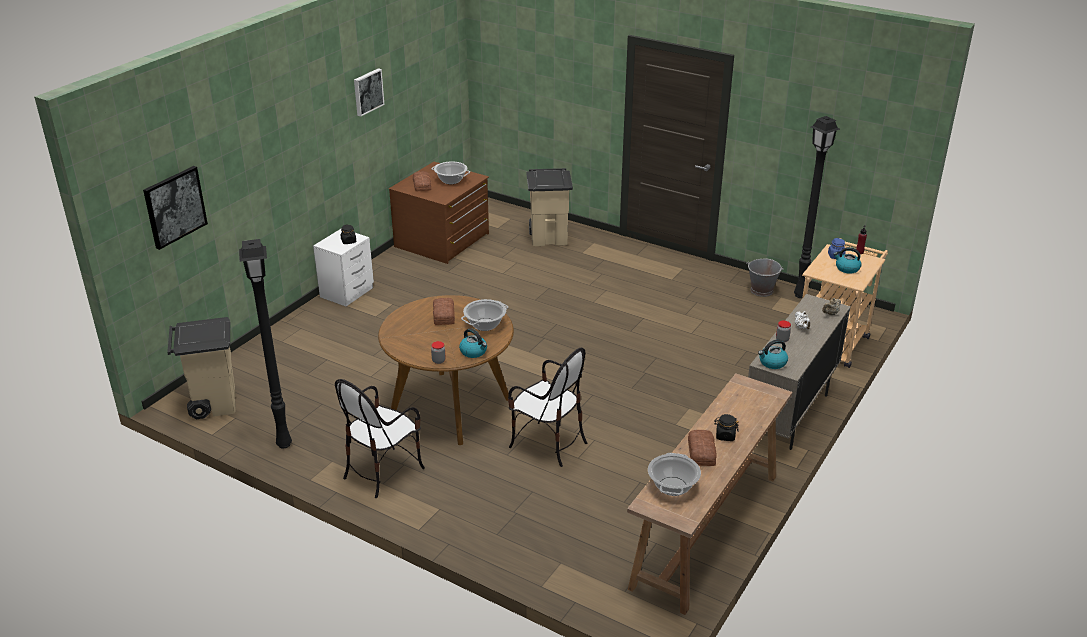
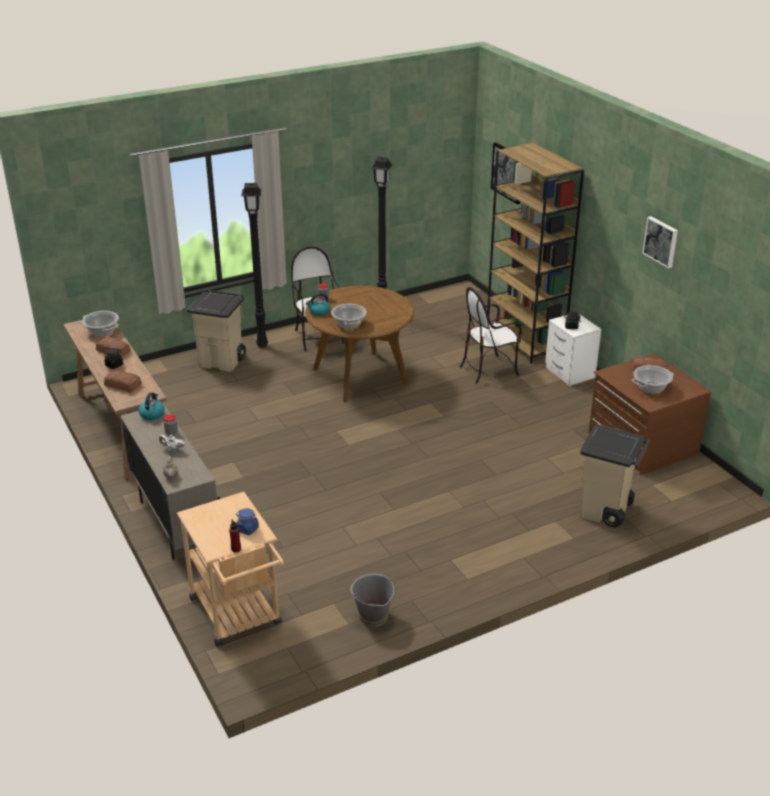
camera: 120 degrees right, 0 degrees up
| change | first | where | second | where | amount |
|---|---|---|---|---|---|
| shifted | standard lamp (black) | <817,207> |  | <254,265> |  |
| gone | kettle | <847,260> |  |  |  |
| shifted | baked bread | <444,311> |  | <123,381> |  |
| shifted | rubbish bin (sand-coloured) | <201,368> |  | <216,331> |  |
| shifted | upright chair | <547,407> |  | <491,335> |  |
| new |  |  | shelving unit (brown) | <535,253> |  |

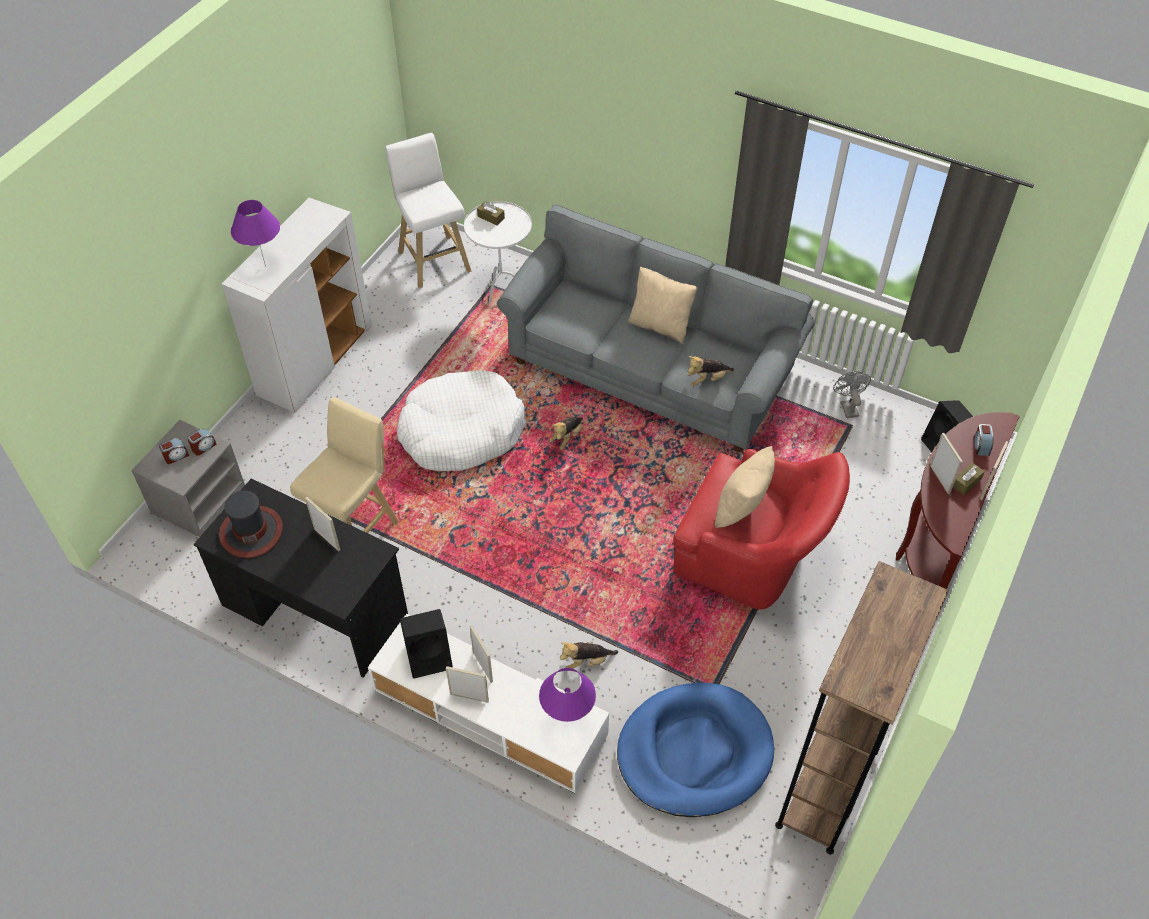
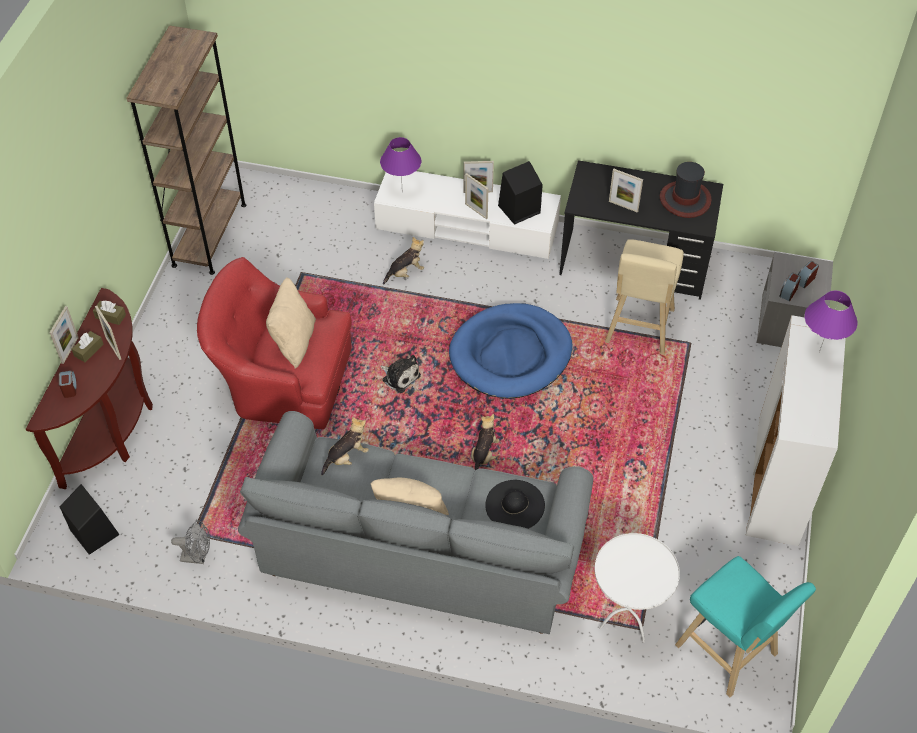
camera: 165 degrees right, 0 degrees up
| change | first | where | second | where | amount |
|---|---|---|---|---|---|
| repainted | stool seat (white-coloured) | <428,211> | stool seat (turquoise-coloured) | <745,626> |  |
| shifted | box of tissues (brown) | <491,213> |  | <109,312> |  |
| gone | pet bed (white-coloured) | <461,420> |  |  |  |
| rotated | cooling fan (greyish) | <852,394> |  | <190,542> | 60 degrees counterclockwise |
| shifted | pet bed (blue-coloured) | <695,750> |  | <511,351> |  |
| new |  |  | soft toy | <401,374> |  |
| new |  |  | wearable hat (black) | <515,504> |  |

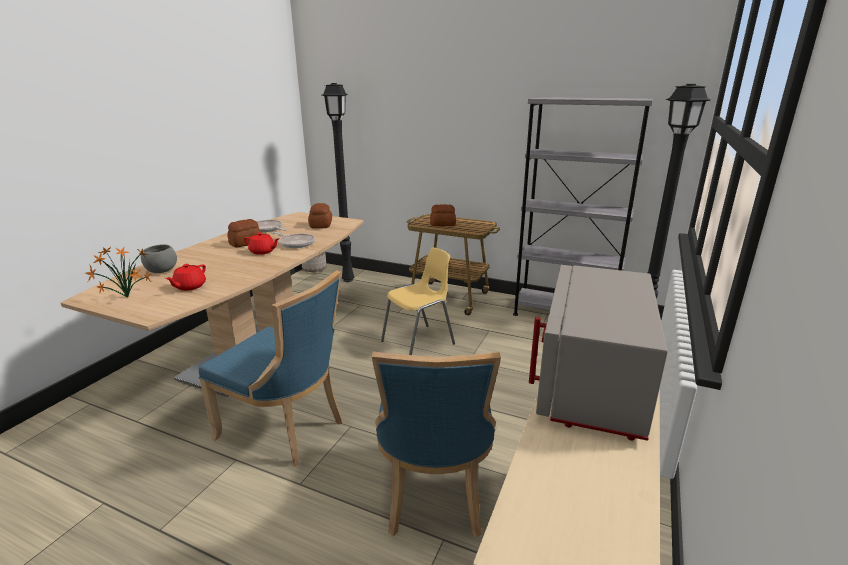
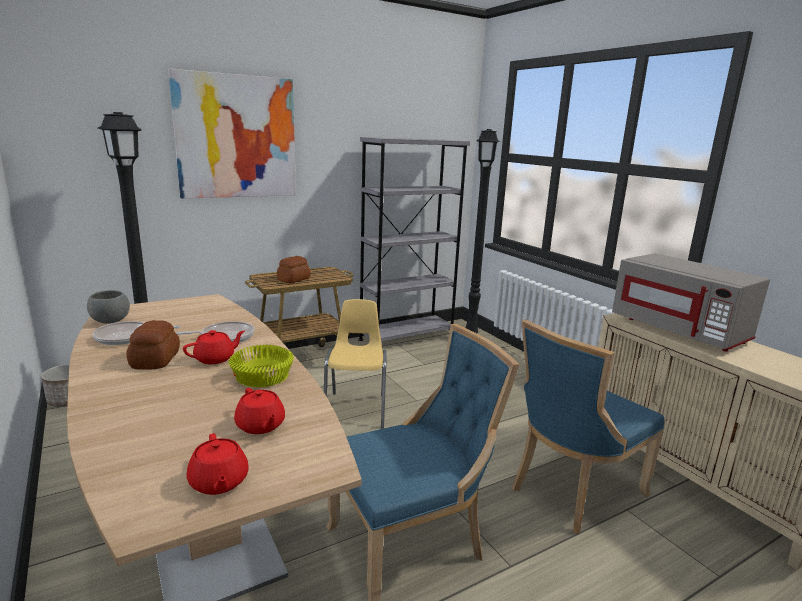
camera: 55 degrees left, 5 degrees down
| change | first | where | second | where | amount |
|---|---|---|---|---|---|
| gone | baked bread | <320,216> |  |  |  |
| shifted | serving bowl (greyish) | <159,258> |  | <108,307> |  |
| swapped | potted plant | <118,272> | pot for tea (reddish) | <218,464> |  |
| rotated | upright chair (blue-coloured) | <436,445> |  | <588,426> | 105 degrees clockwise |
| new |  |  | wall picture | <232,133> |  |
| new |  |  | serving bowl (yellowish) | <261,366> |  |

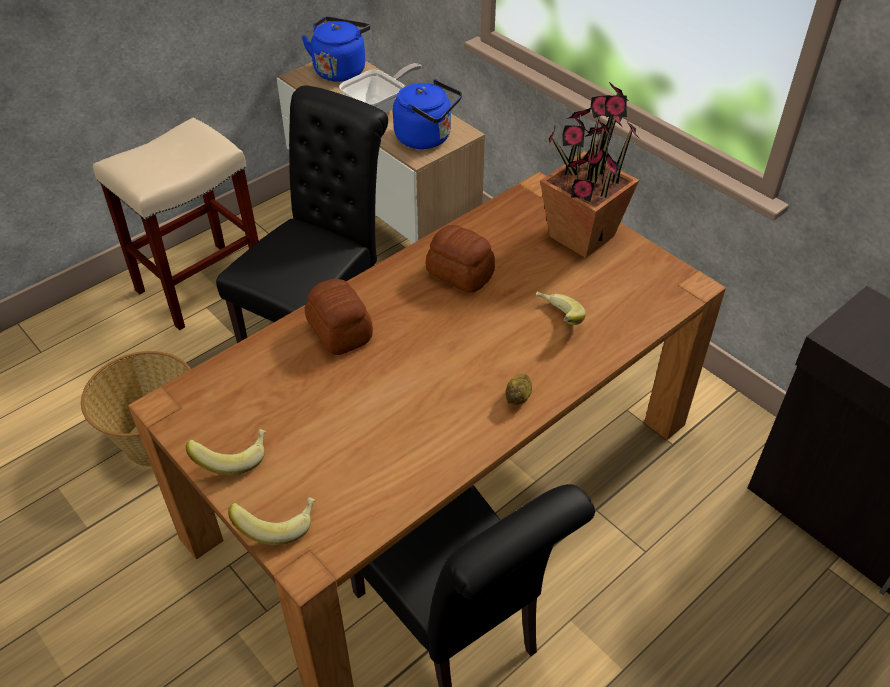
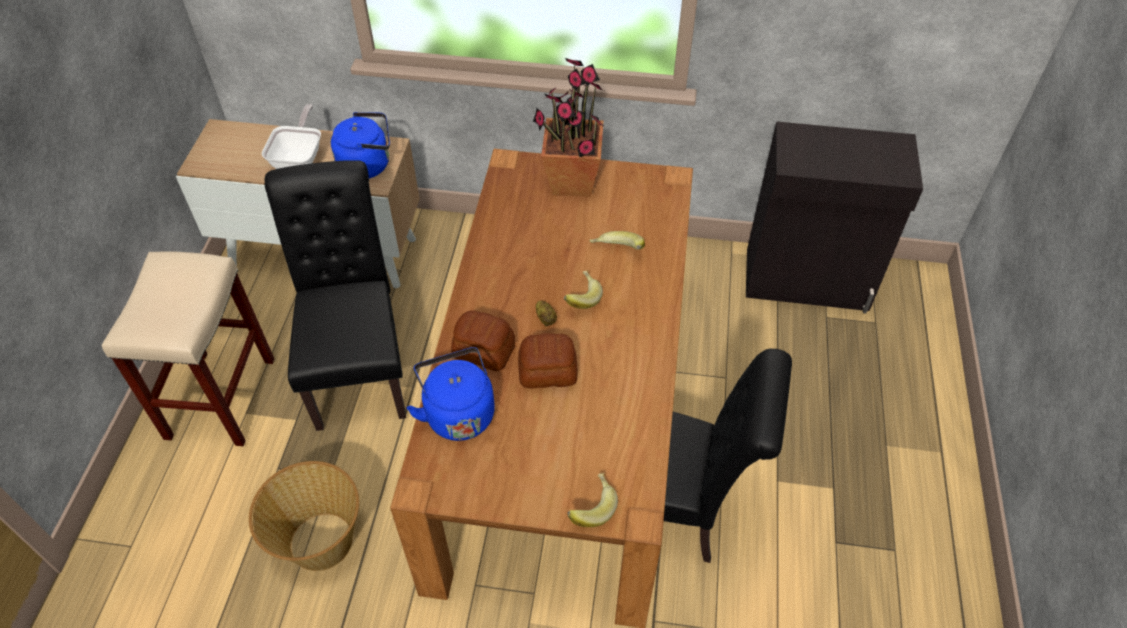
camera: 40 degrees left, 5 degrees up
| change | first | where | second | where | amount |
|---|---|---|---|---|---|
| shifted | kettle (blue-coloured) | <336,49> |  | <451,394> |  |
| shifted | baked bread | <460,259> |  | <547,360> |  |
| shifted | spud | <518,389> |  | <546,313> |  |
| shifted | banana fruit | <226,452> |  | <583,290> |  |

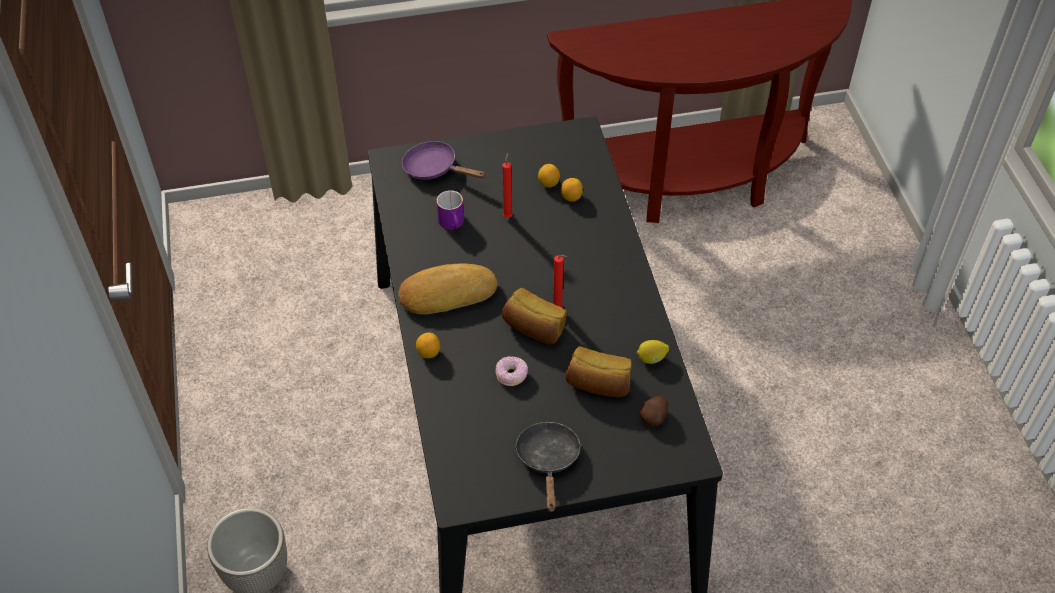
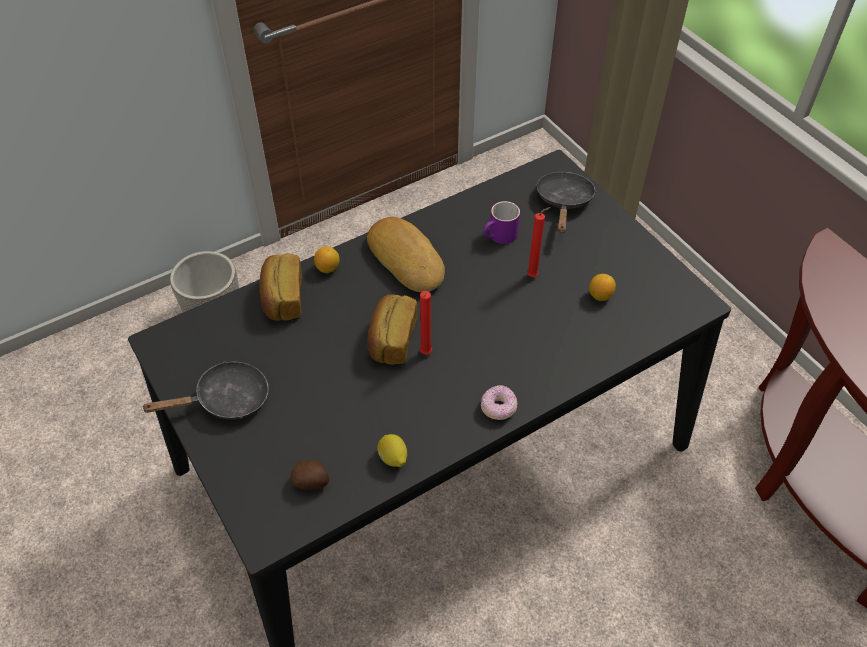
camera: 70 degrees right, 0 degrees up
| change | first | where | second | where | amount |
|---|---|---|---|---|---|
| repainted | pan (purplish) | <444,160> | pan (black) | <566,202> |  |
| gone | lemon | <572,190> |  |  |  |
| shifted | baked bread | <598,371> |  | <280,287> |  |
| shifted | doughnut | <511,371> |  | <499,402> |  |

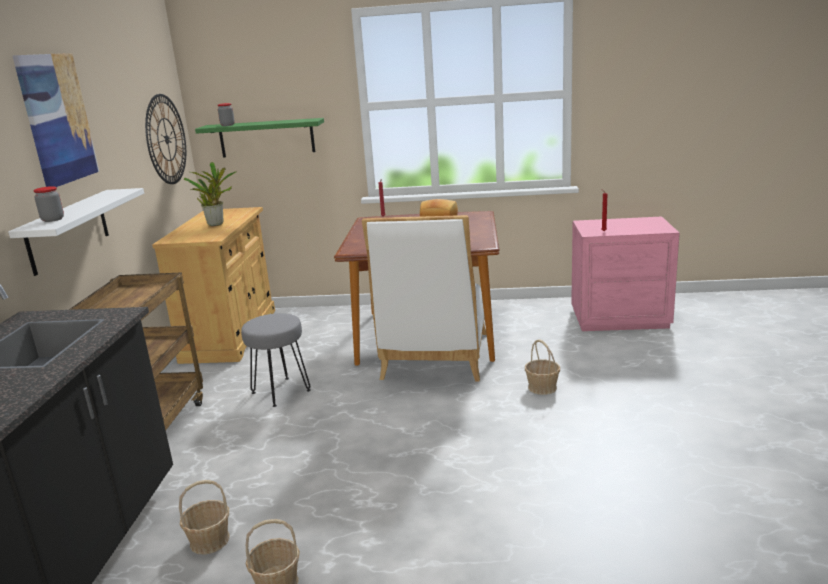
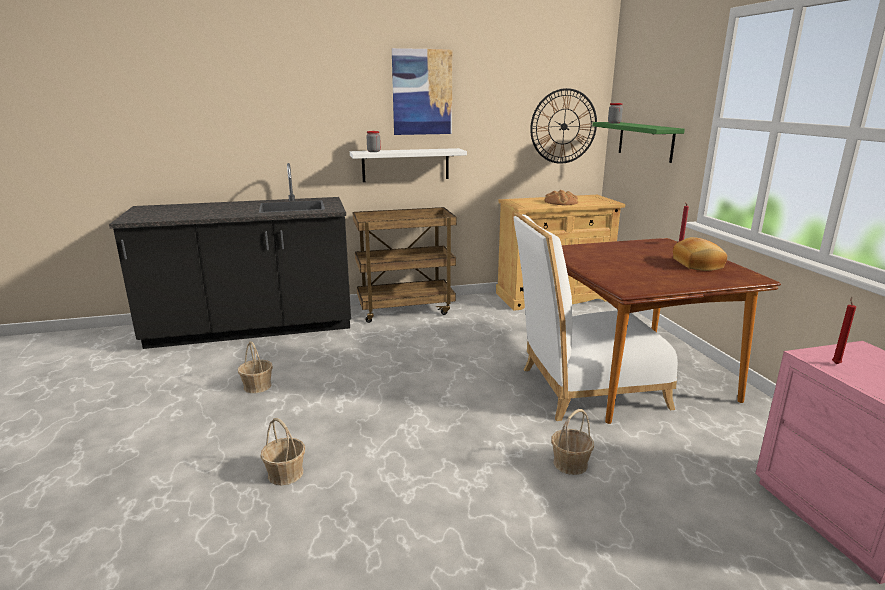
camera: 70 degrees right, 0 degrees up
| change | first | where | second | where | amount |
|---|---|---|---|---|---|
| swapped | potted plant | <210,194> | baked bread | <561,197> |  |
| gone | stool seat (greyish) | <276,360> |  |  |  |
| shifted | basket | <204,517> |  | <282,451> |  |

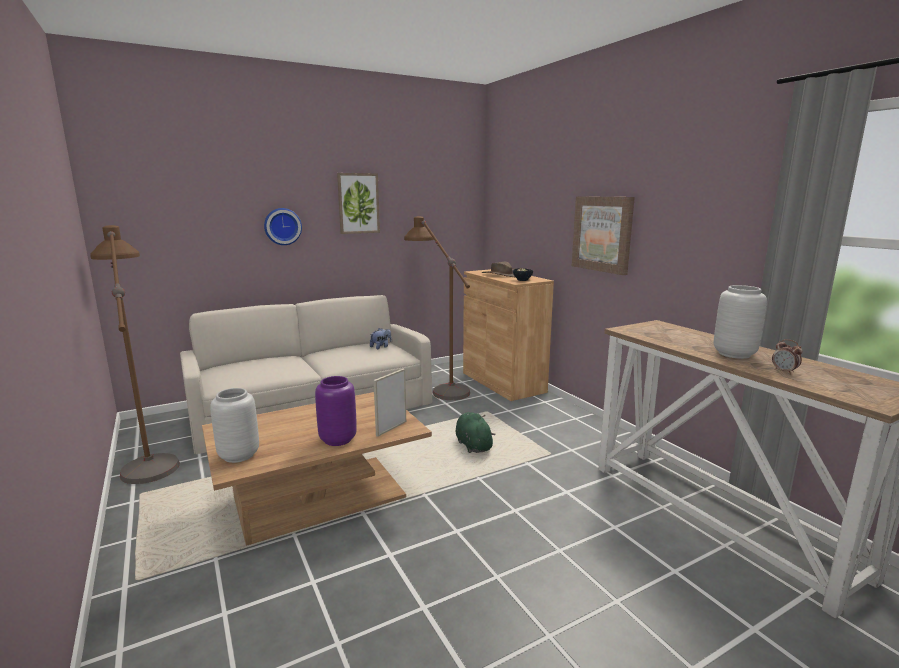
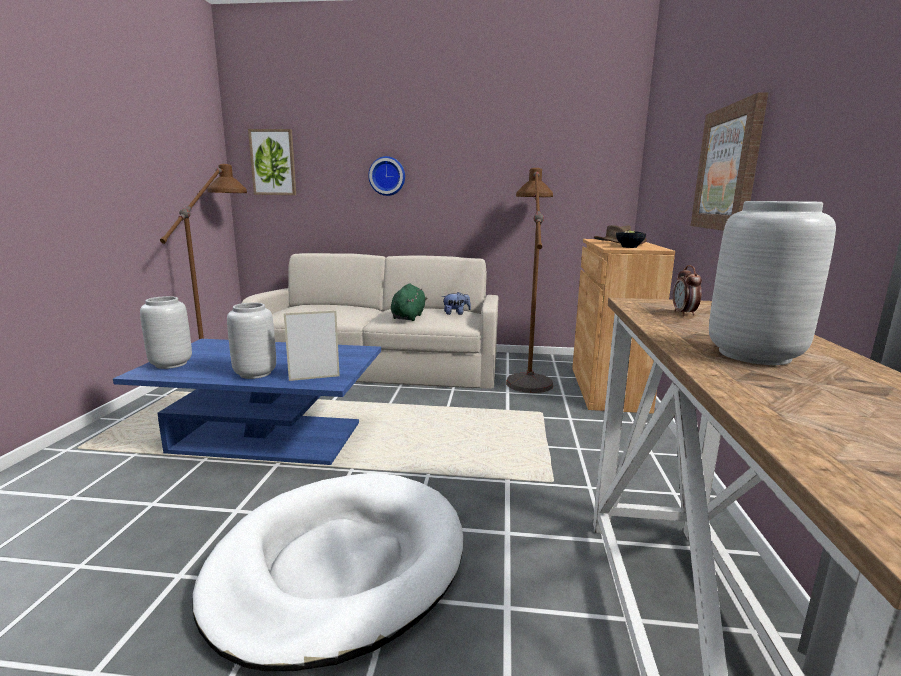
camera: 35 degrees right, 0 degrees up
| change | first | where | second | where | amount |
|---|---|---|---|---|---|
| shifted | wall picture | <358,203> |  | <272,162> |  |
| shifted | alarm clock | <787,357> |  | <687,290> |  |
| repainted | flower vase (purplish) | <336,411> | flower vase (greyish) | <251,341> |  |
| repainted | coffee table (brown) | <317,469> | coffee table (blue-coloured) | <247,402> |  |
| shifted | soft toy (green-coloured) | <475,432> |  | <409,302> |  |
| new |  |  | pet bed (white-coloured) | <328,572> |  |

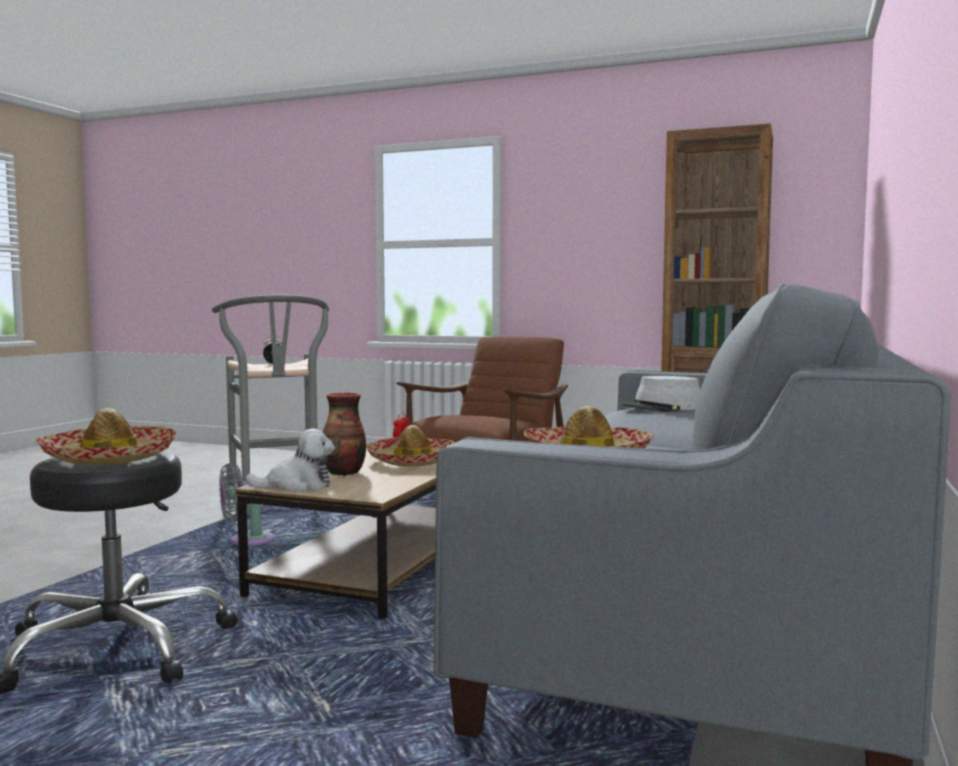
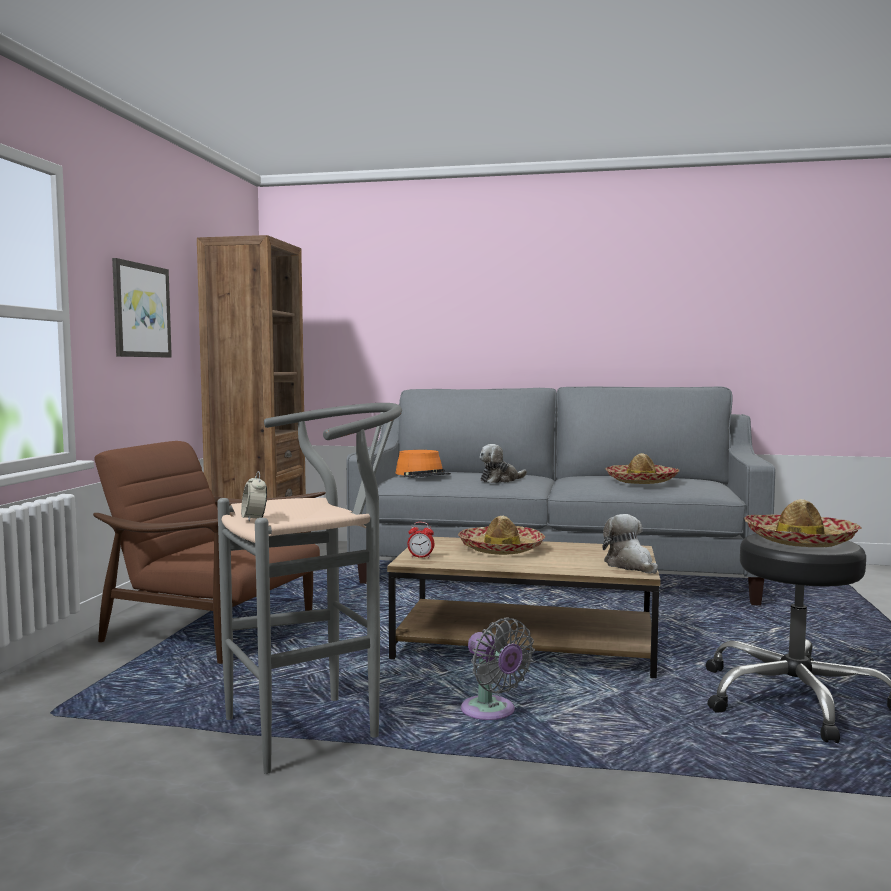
camera: 100 degrees left, 0 degrees up
| change | first | where | second | where | amount |
|---|---|---|---|---|---|
| repainted | wearable hat (greyish) | <660,394> | wearable hat (orange-coloured) | <423,464> |  |
| gone | flower vase | <344,434> |  |  |  |
| new |  |  | wall picture | <142,307> |  |
| new |  |  | soft toy | <503,463> |  |

